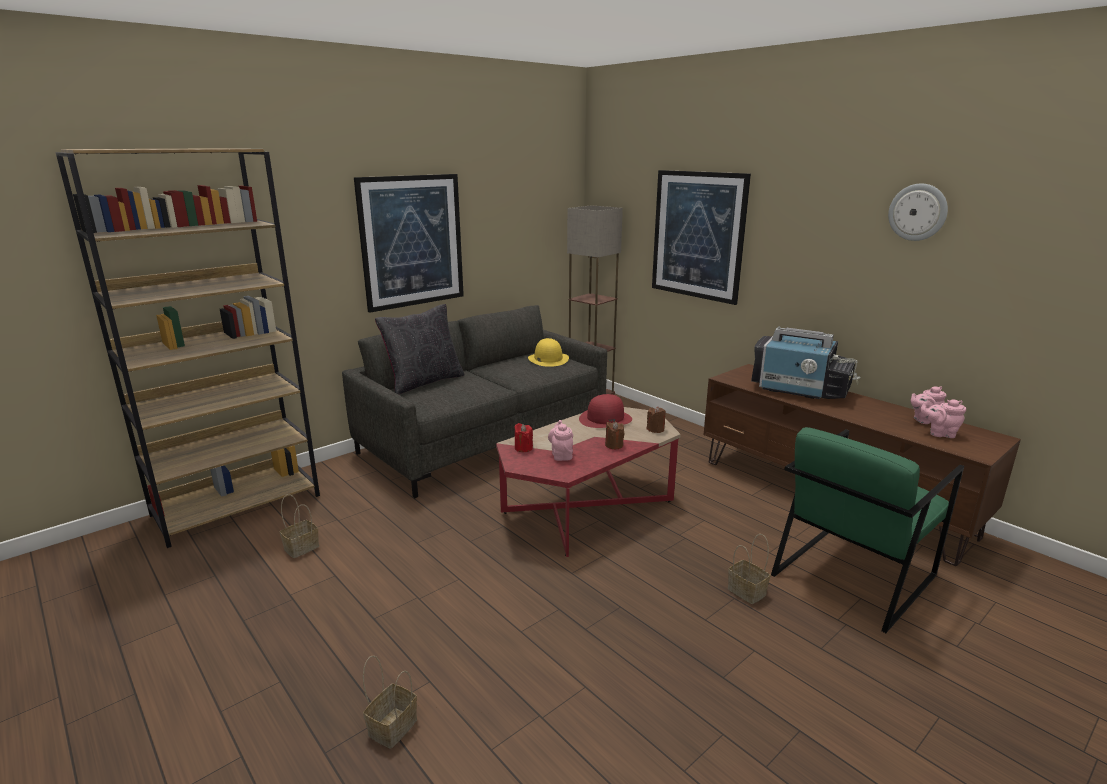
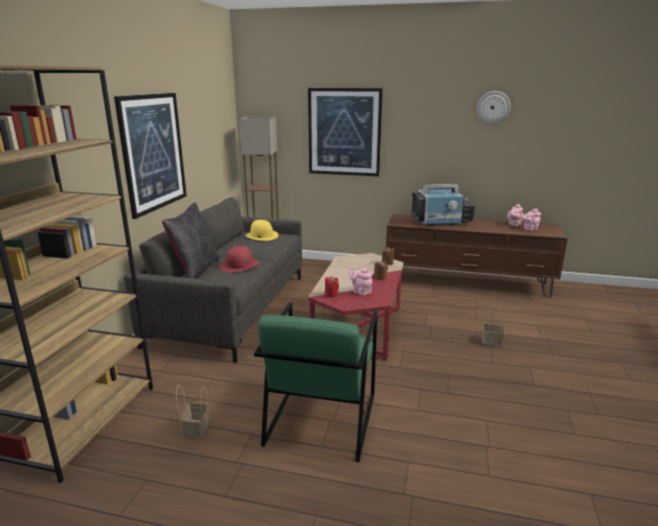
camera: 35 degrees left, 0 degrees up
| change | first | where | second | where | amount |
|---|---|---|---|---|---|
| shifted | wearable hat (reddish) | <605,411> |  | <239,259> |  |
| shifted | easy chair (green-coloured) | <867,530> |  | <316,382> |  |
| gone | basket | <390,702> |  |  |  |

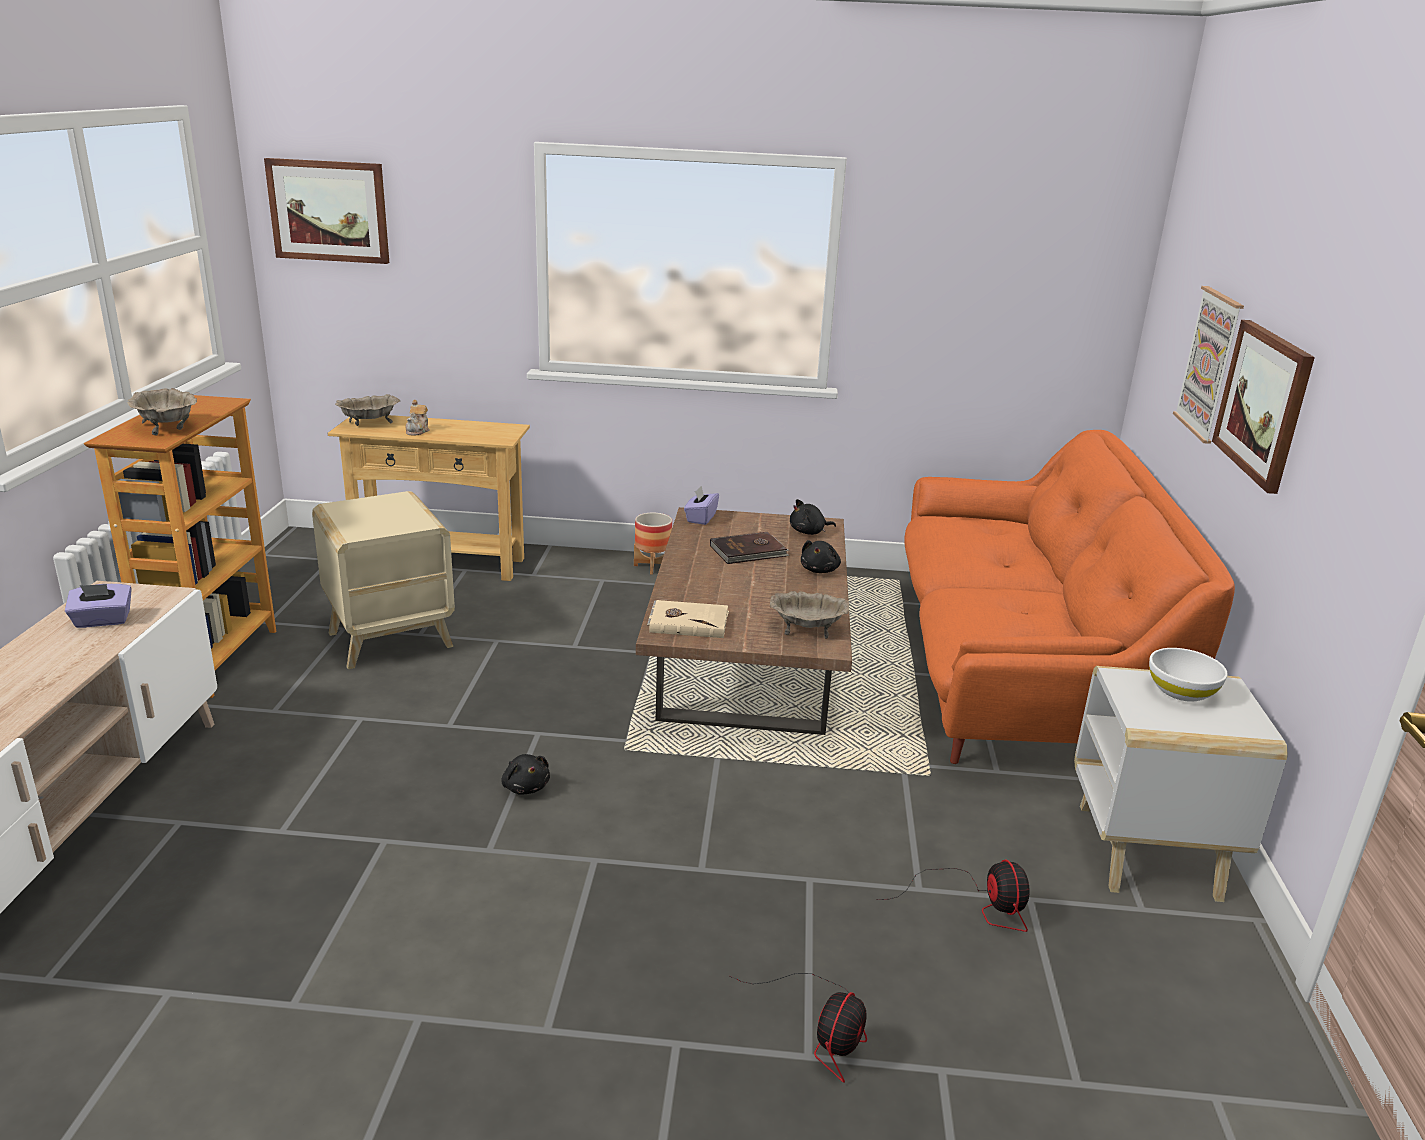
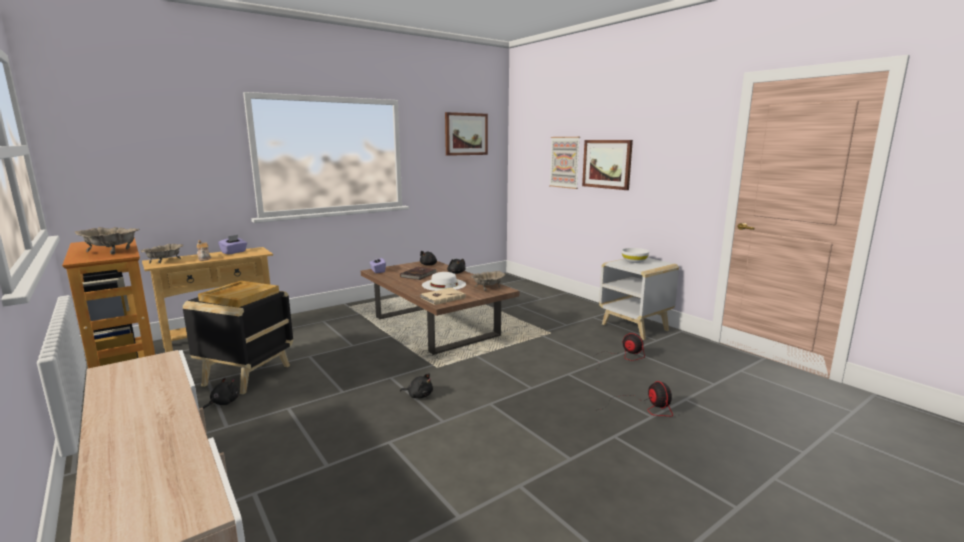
camera: 40 degrees left, 10 degrees down
| change | first | where | second | where | amount |
|---|---|---|---|---|---|
| shifted | wall picture | <326,211> |  | <466,134> |  |
| gone | sofa (orange-coloured) | <1069,597> |  |  |  |
| repainted | side table (sand-coloured) | <383,580> | side table (black) | <238,342> |  |
| gone | flower pot | <653,543> |  |  |  |
| shifted | box of tissues (purplish) | <98,606> |  | <232,244> |  |
| new |  |  | wearable hat (white-coloured) | <444,281> |  |
| new |  |  | tray (sand-coloured) | <238,294> |  |
| new |  |  | soft toy (black) | <220,393> |  |

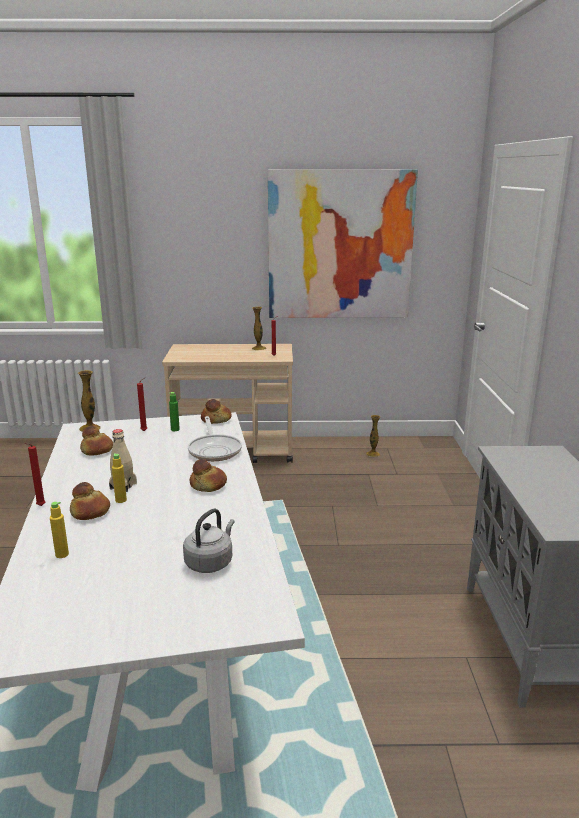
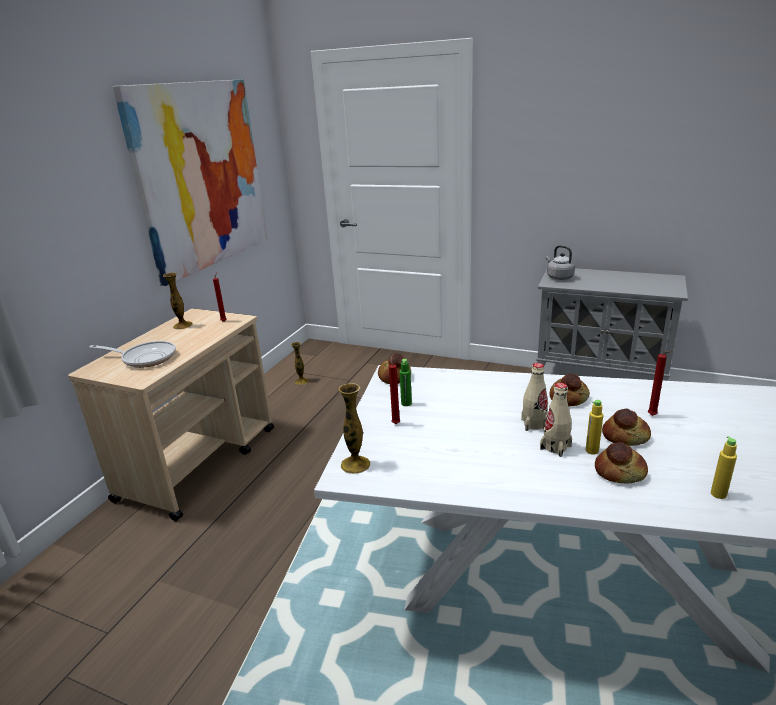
camera: 65 degrees left, 5 degrees up
| change | first | where | second | where | amount |
|---|---|---|---|---|---|
| shifted | pan | <215,438> |  | <132,354> |  |
| shifted | baked bread | <96,441> |  | <626,427> |  |
| shifted | wax light (reddish) | <34,474> |  | <659,383> |  |
| shifted | kettle (greyish) | <208,541> |  | <560,262> |  |
| new |  |  | drink bottle (sand-coloured) | <534,397> |  |

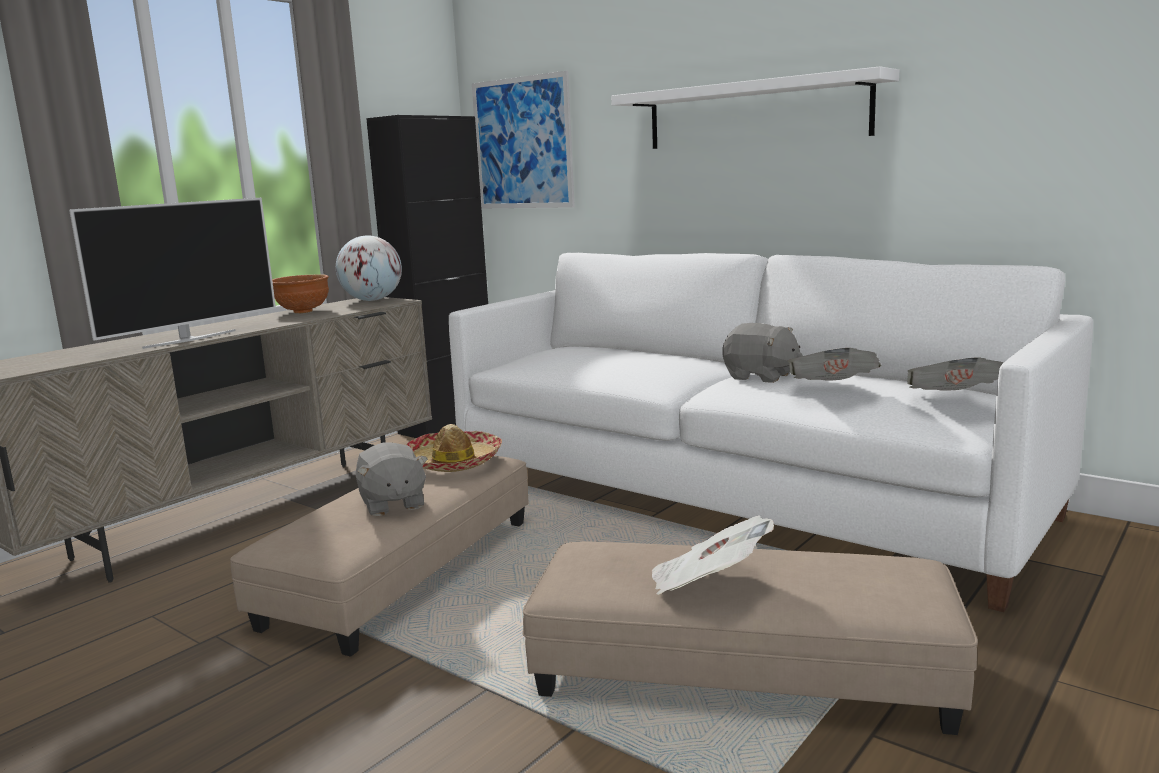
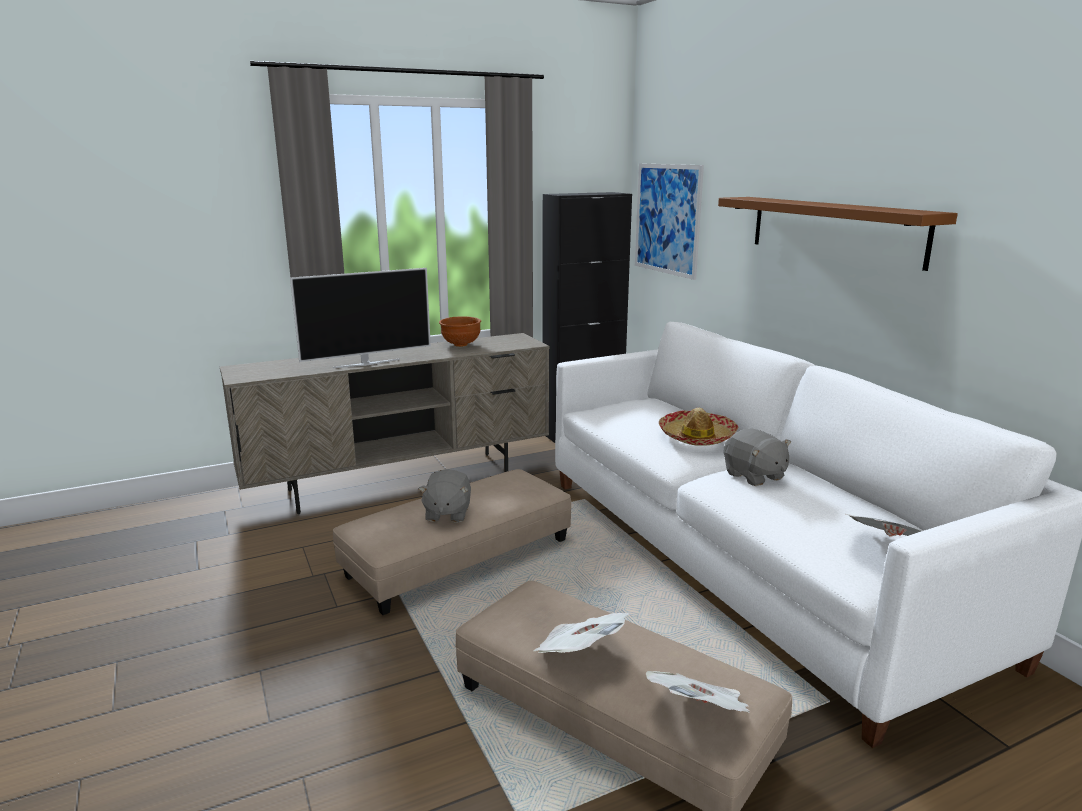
camera: 25 degrees right, 5 degrees up
| change | first | where | second | where | amount |
|---|---|---|---|---|---|
| repainted | bracket shelf (white-coloured) | <755,107> | bracket shelf (brown) | <838,234> |  |
| gone | globe | <369,268> |  |  |  |
| shifted | daily paper | <834,364> |  | <698,692> |  |
| shifted | wearable hat | <454,448> |  | <698,427> |  |

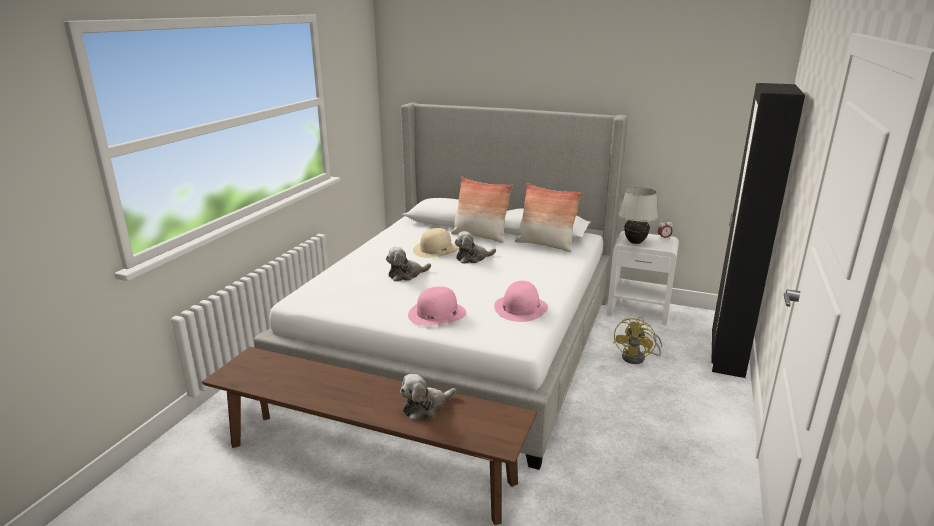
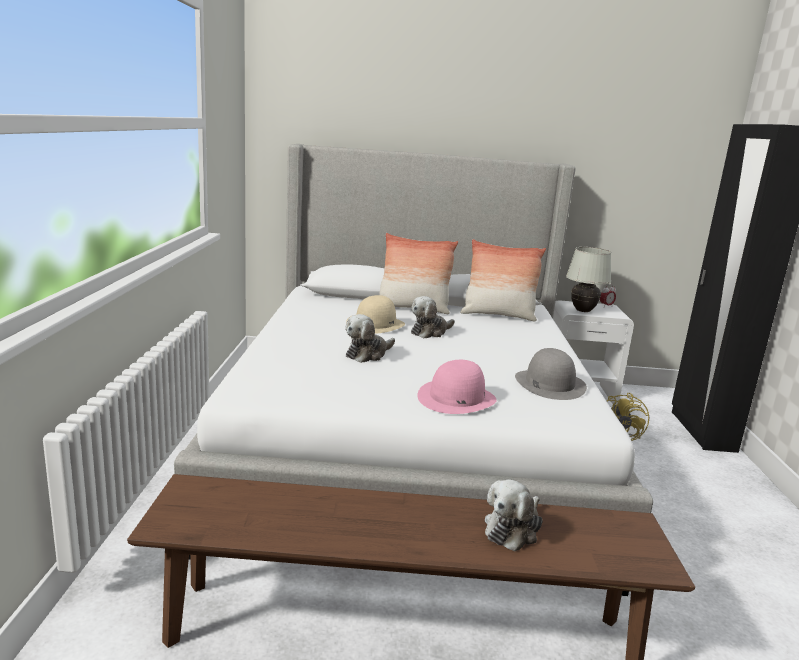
camera: 20 degrees left, 5 degrees down
| change | first | where | second | where | amount |
|---|---|---|---|---|---|
| repainted | wearable hat (pink-coloured) | <521,301> | wearable hat (greyish) | <551,374> |  |

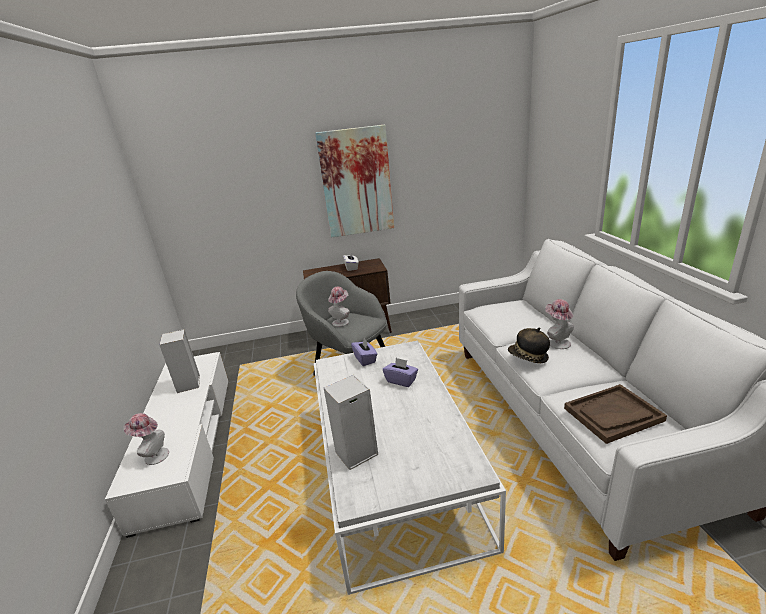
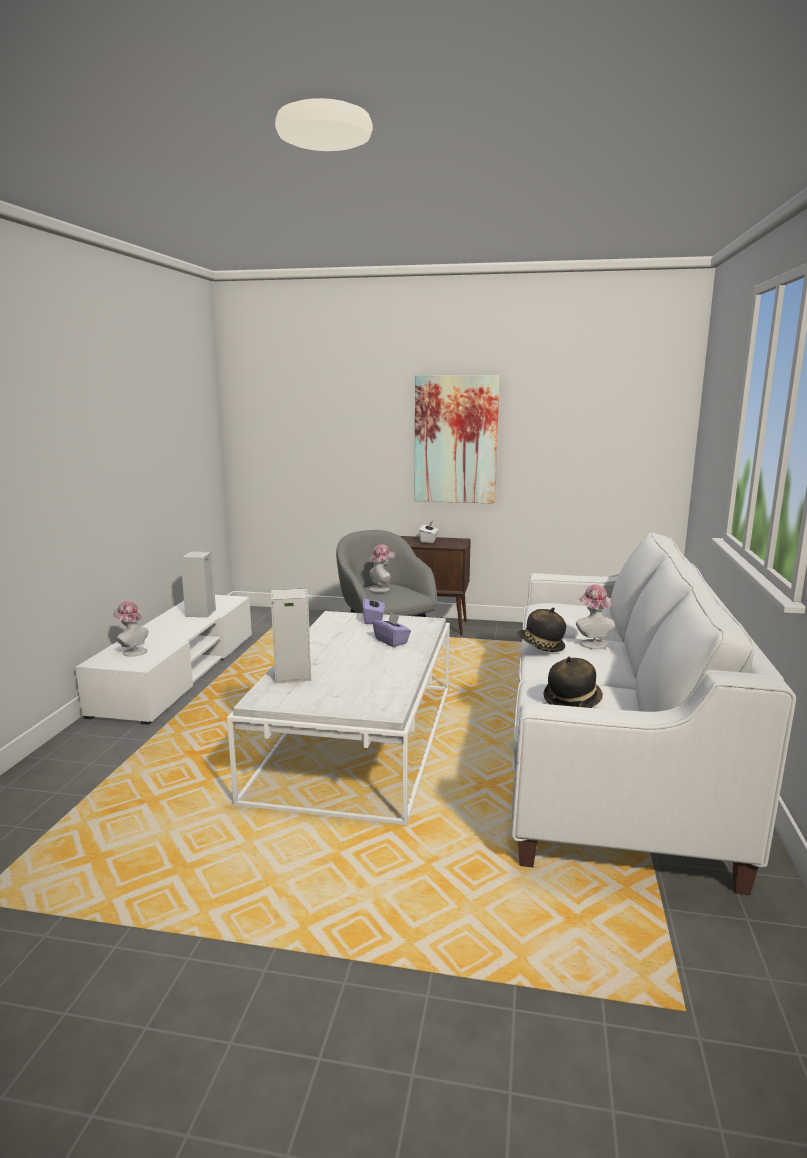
camera: 20 degrees right, 10 degrees down
| change | first | where | second | where | amount |
|---|---|---|---|---|---|
| swapped | tray (brown) | <615,414> | wearable hat | <573,682> |  |

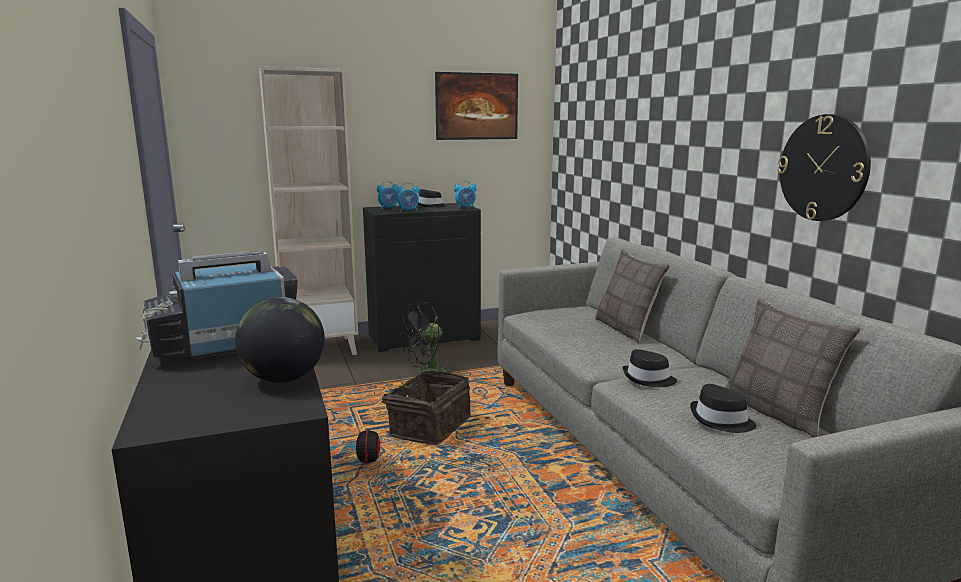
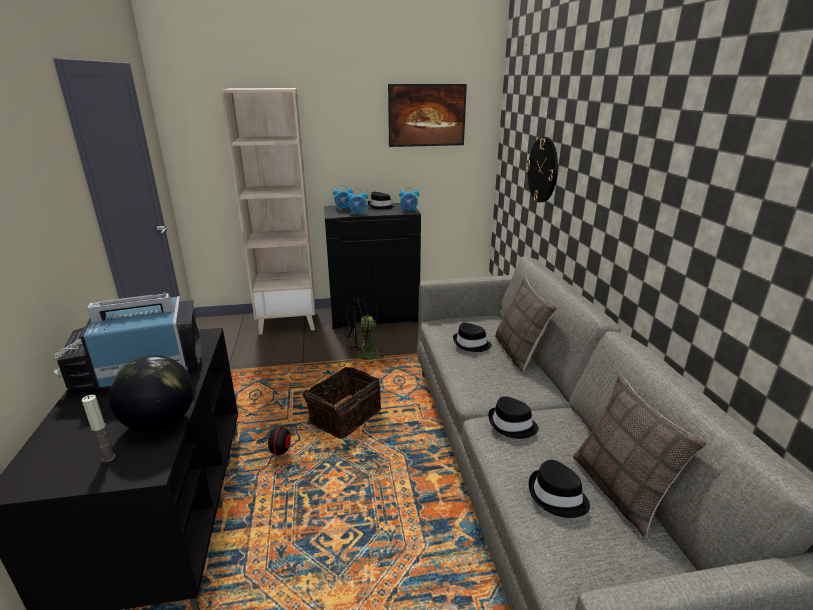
camera: 10 degrees right, 10 degrees up
| change | first | where | second | where | amount |
|---|---|---|---|---|---|
| shifted | clock on the wall | <824,167> |  | <542,169> |  |
| new |  |  | wearable hat (black) | <472,337> |  |
| new |  |  | wax light | <99,428> |  |

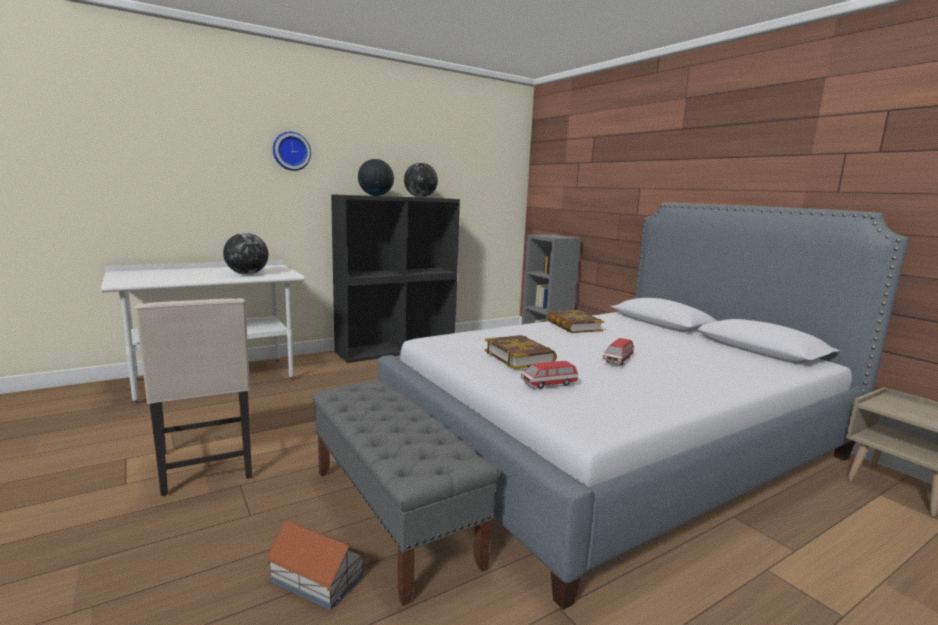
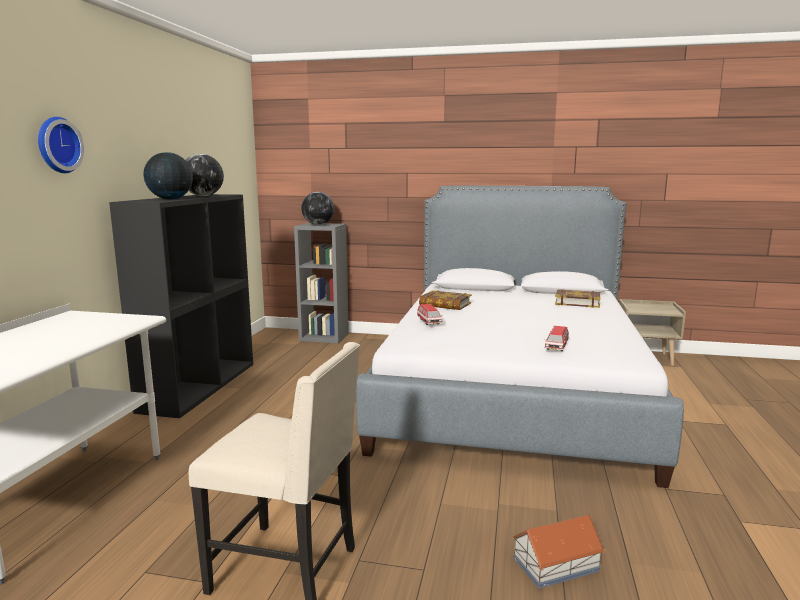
camera: 45 degrees left, 0 degrees up
| change | first | where | second | where | amount |
|---|---|---|---|---|---|
| shifted | globe | <245,254> |  | <318,208> |  |
| shifted | bound book | <520,352> |  | <578,298> |  |
| shifted | miniature car | <618,351> |  | <430,314> |  |
| gone | indoor bench (greyish) | <405,493> |  |  |  |

